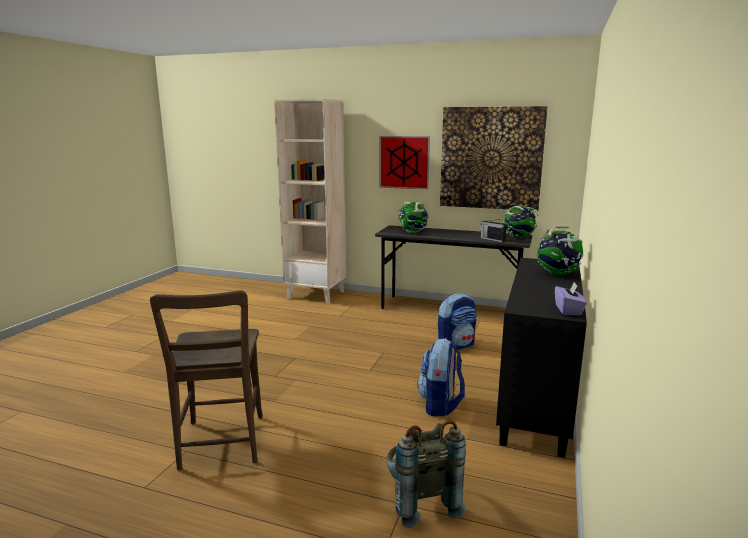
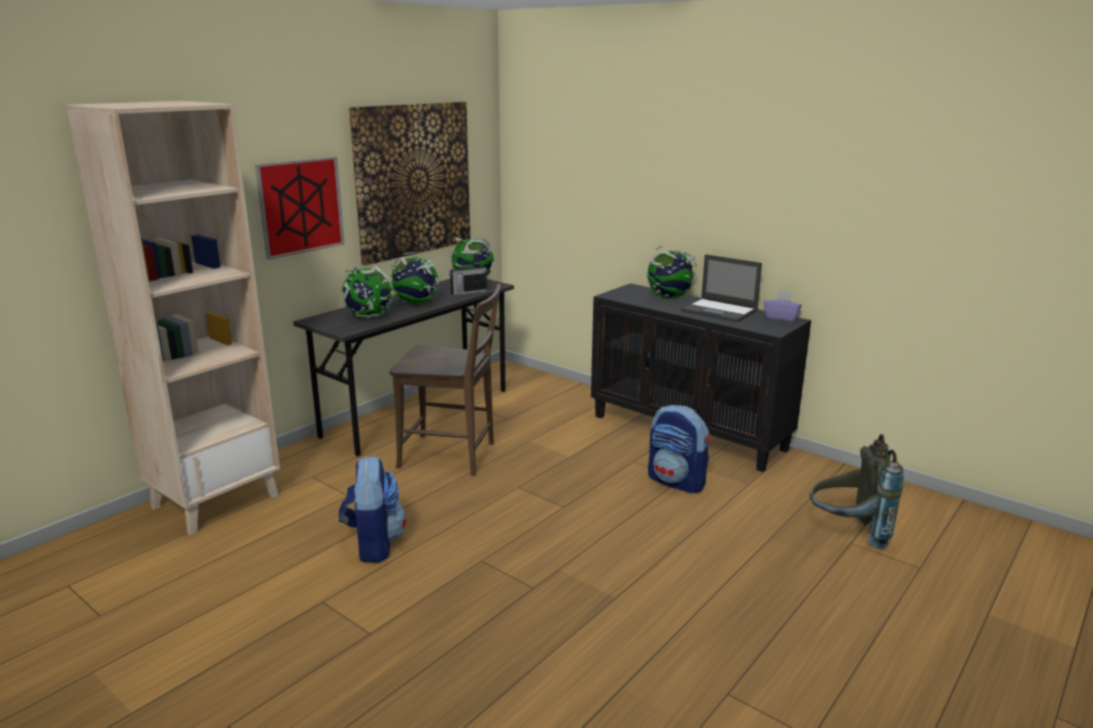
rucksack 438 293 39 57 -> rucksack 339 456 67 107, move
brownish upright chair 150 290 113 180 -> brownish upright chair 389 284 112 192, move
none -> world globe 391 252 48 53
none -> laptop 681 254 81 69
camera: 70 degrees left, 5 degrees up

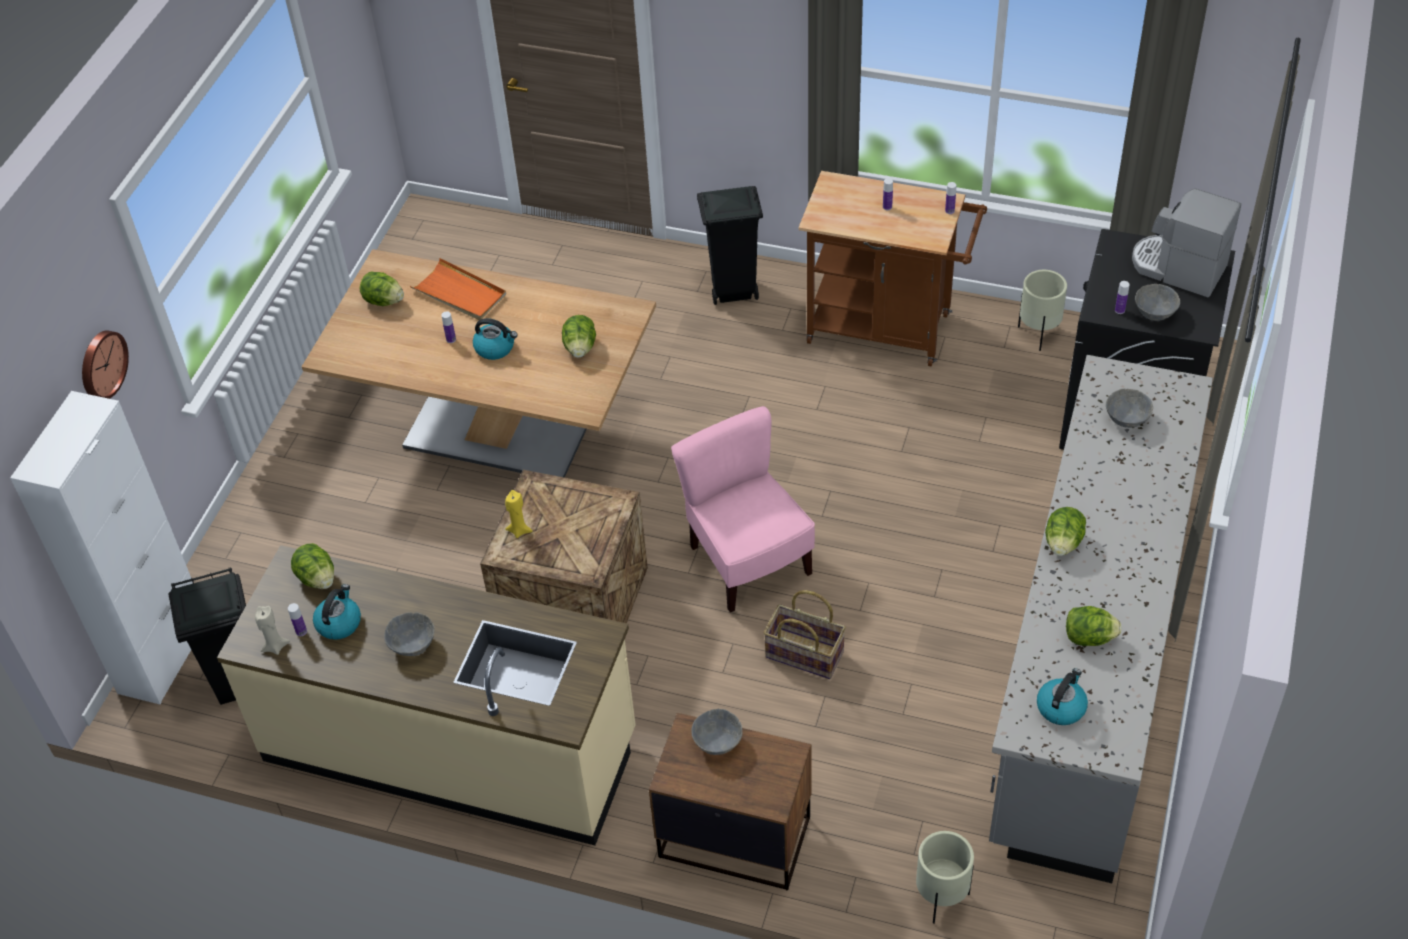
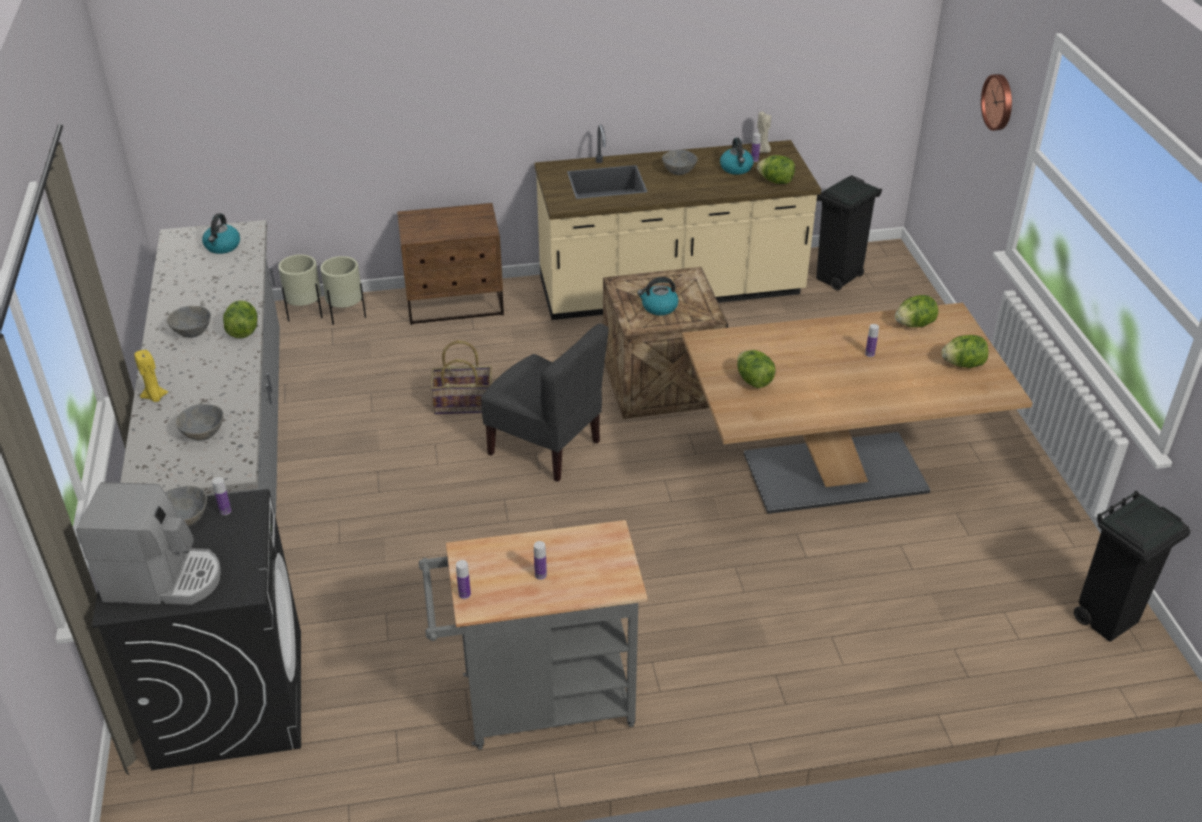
yellow wax candle 505 490 28 48 -> yellow wax candle 134 350 34 52, move
greyish deep dish 692 709 50 46 -> greyish deep dish 167 306 44 32, move
sand-coloured flower pot 1018 270 49 81 -> sand-coloured flower pot 320 256 46 69, move
brownish cart 799 171 188 195 -> greyish cart 419 520 229 230
pinkish upright chair 671 406 144 206 -> greyish upright chair 481 324 128 158
water kettle 473 318 45 42 -> water kettle 637 277 42 38, move
head of lettuce 1066 606 56 40 -> head of lettuce 895 295 43 32, move
black-coloured trash can 697 186 66 119 -> black-coloured trash can 1074 490 117 152, move
whitish storage cabinet 10 391 183 314 -> none
orange tray 410 258 96 62 -> none
camera: 150 degrees right, 10 degrees down

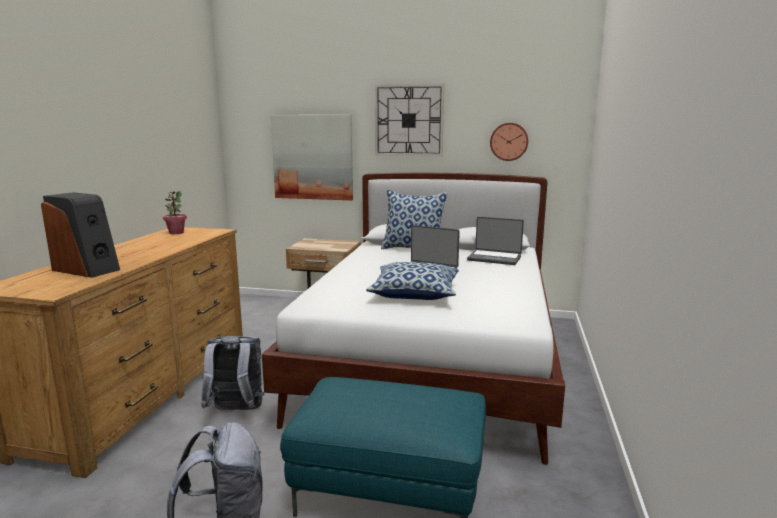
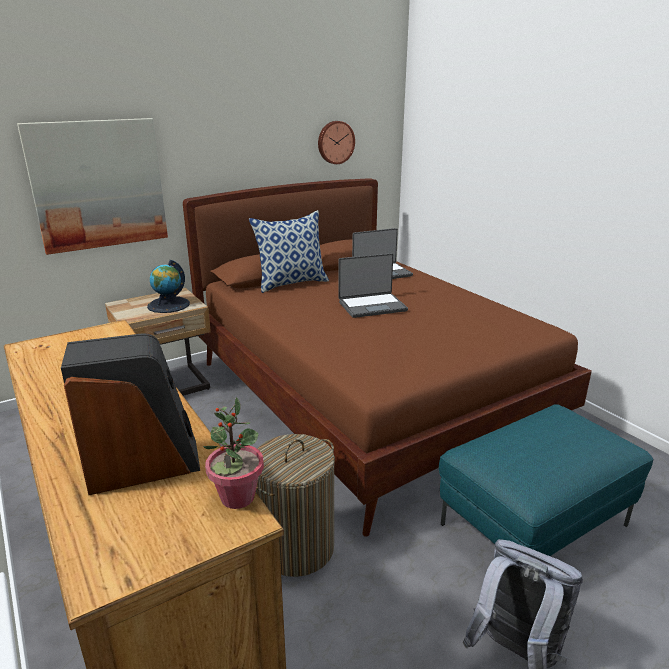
none -> world globe 147 260 43 53
whitish bed 262 173 303 292 -> brownish bed 183 178 409 359
potted plant 163 191 24 43 -> potted plant 203 397 61 112, move
greyish rucksack 201 336 63 74 -> laundry basket 256 434 79 143
cushion 366 262 93 38 -> none
wall clock 375 84 69 72 -> none
camera: 45 degrees left, 10 degrees up

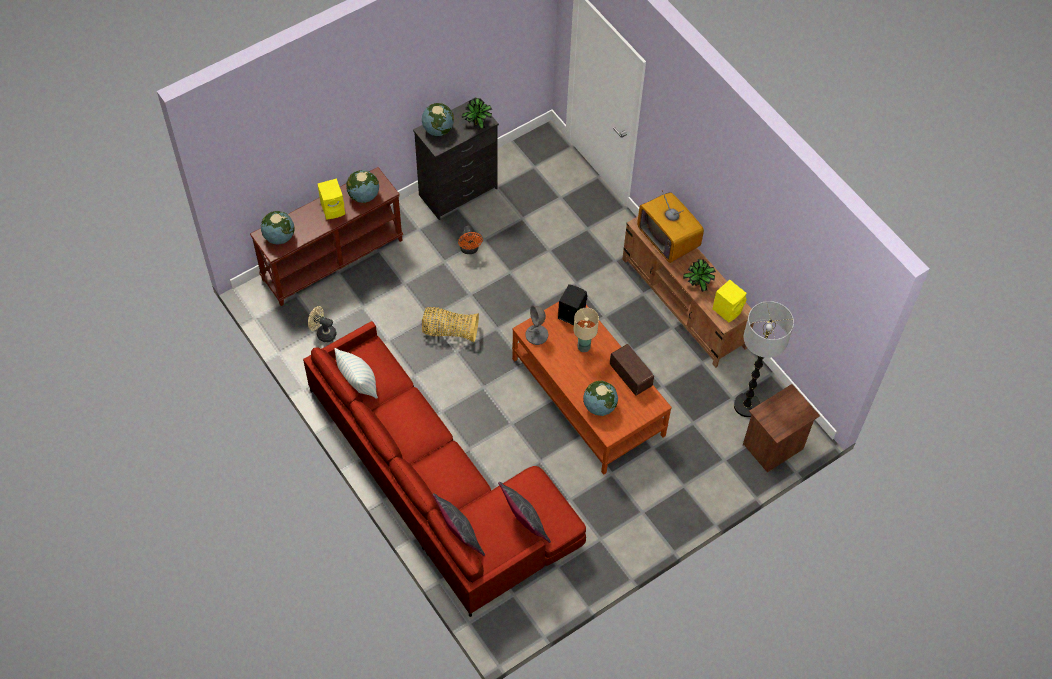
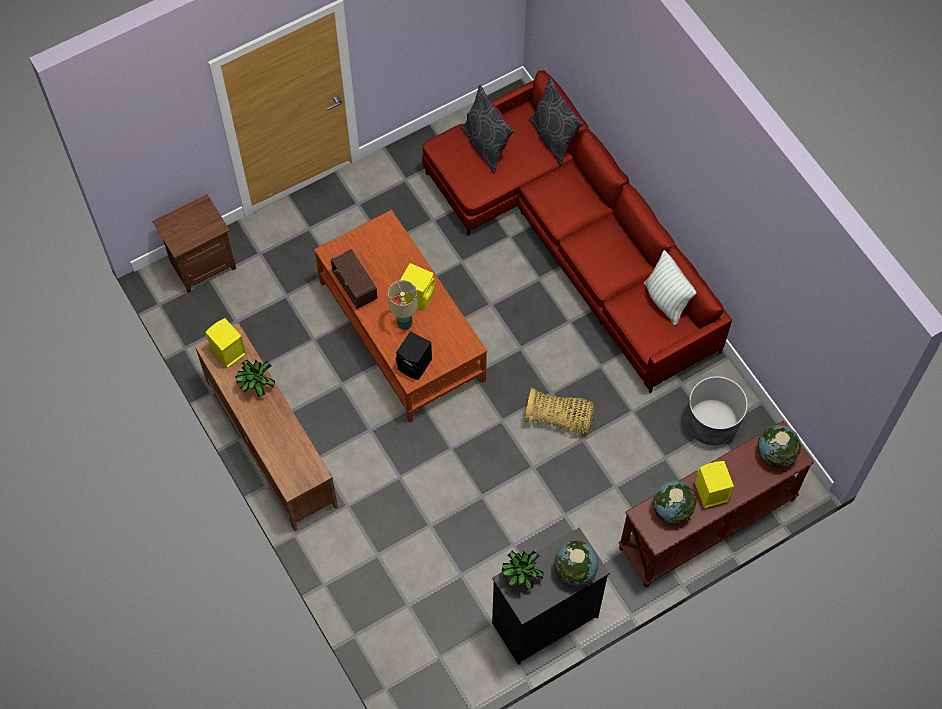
none -> yellow audio speaker 400 263 36 47
sand-coloured cooling fan 308 306 28 36 -> greyish flower pot 686 376 62 69
orange cooling fan 458 226 25 28 -> none
greyish table lamp 526 305 23 40 -> none
world globe 583 381 35 35 -> none
TV set 637 190 67 73 -> none
standard lamp 734 301 60 116 -> none
camera: 175 degrees left, 5 degrees up

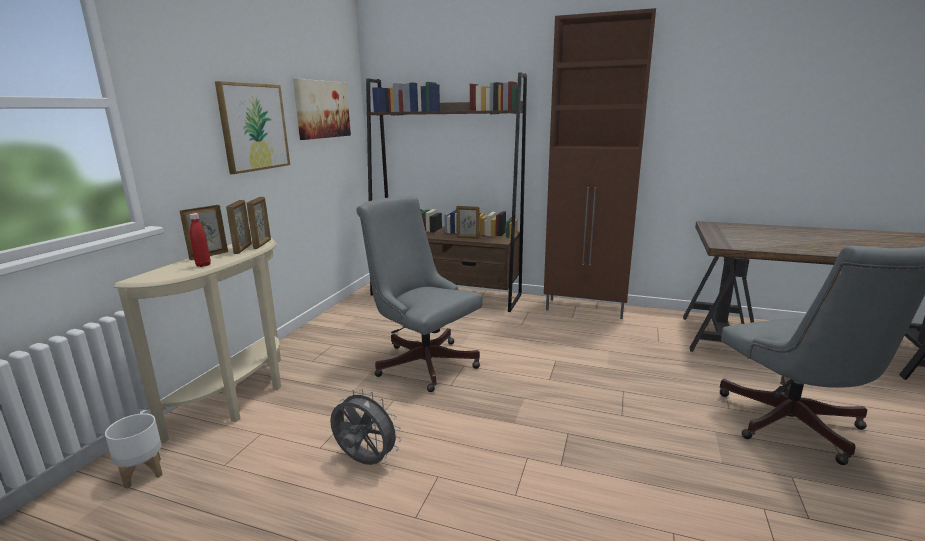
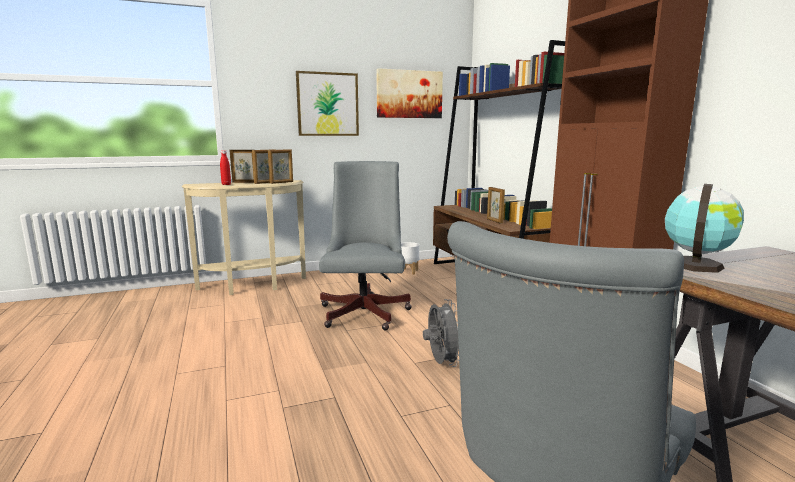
whitish flower pot 105 413 57 75 -> whitish flower pot 400 242 19 33, move
greyish cooling fan 330 389 72 76 -> greyish cooling fan 423 299 36 68, move
none -> world globe 665 184 79 89
camera: 50 degrees right, 5 degrees down

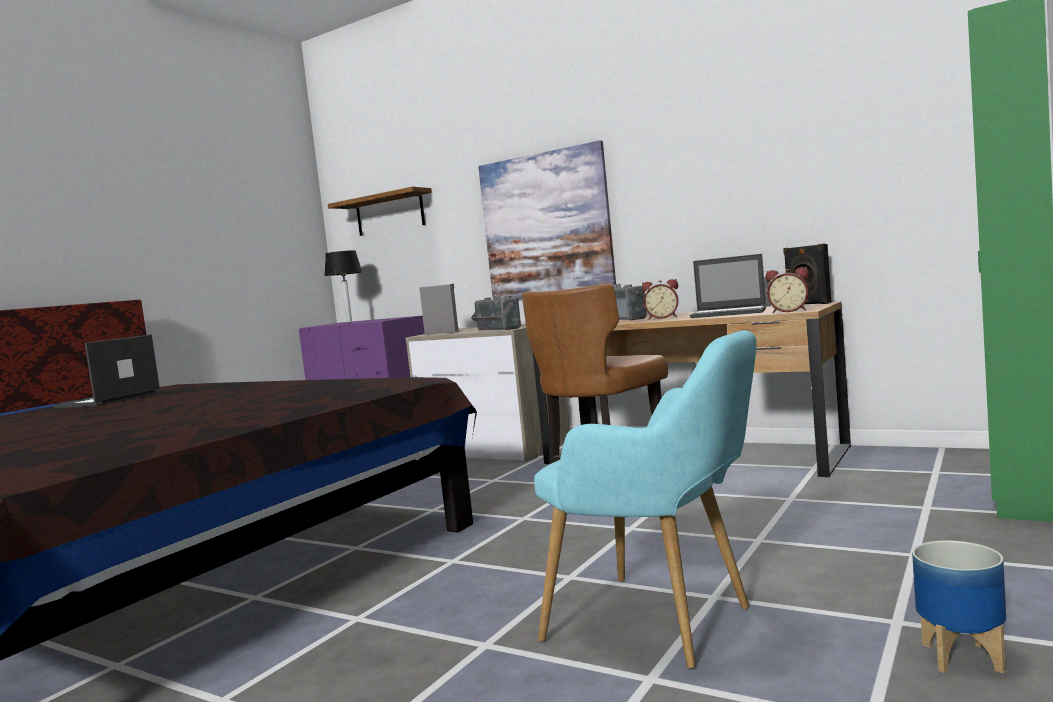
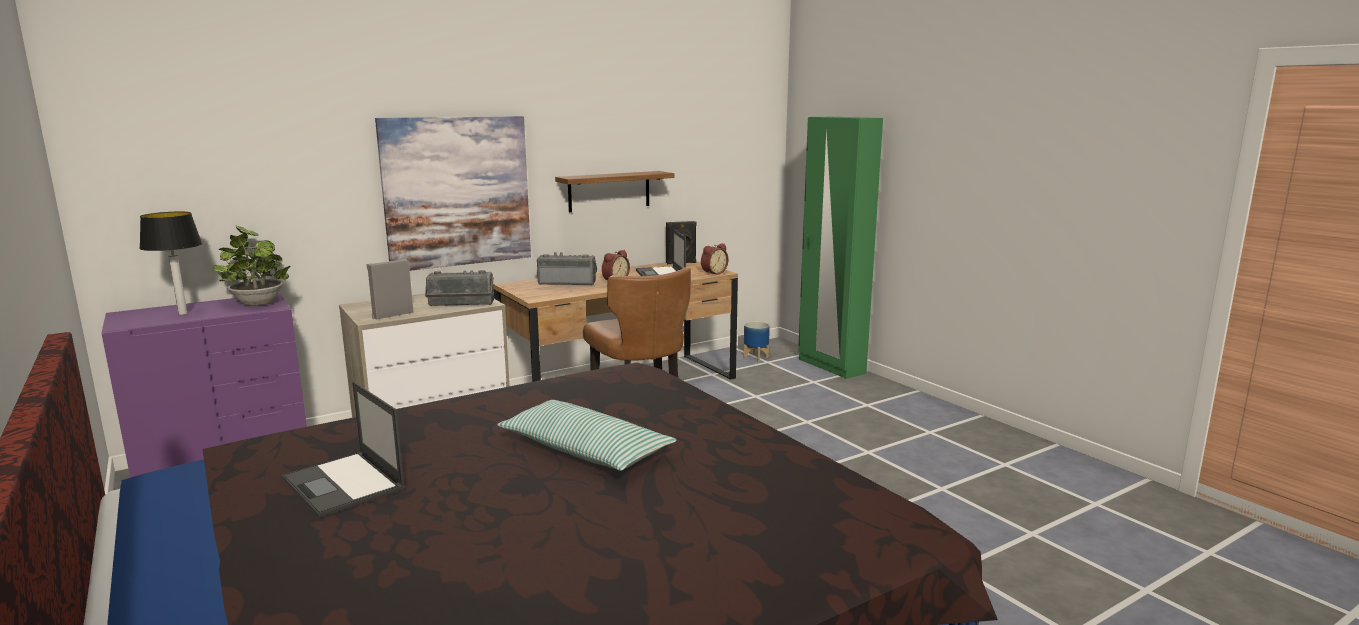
none -> potted plant 213 225 77 81
none -> cushion 497 400 180 71
wall shelf 328 187 104 49 -> wall shelf 555 171 119 41, move
laptop 690 254 76 64 -> laptop 636 229 50 47, 120 degrees clockwise
flower pot 912 540 94 133 -> flower pot 744 321 26 41, move
turquoise armchair 534 330 223 339 -> none
camera: 65 degrees left, 10 degrees up

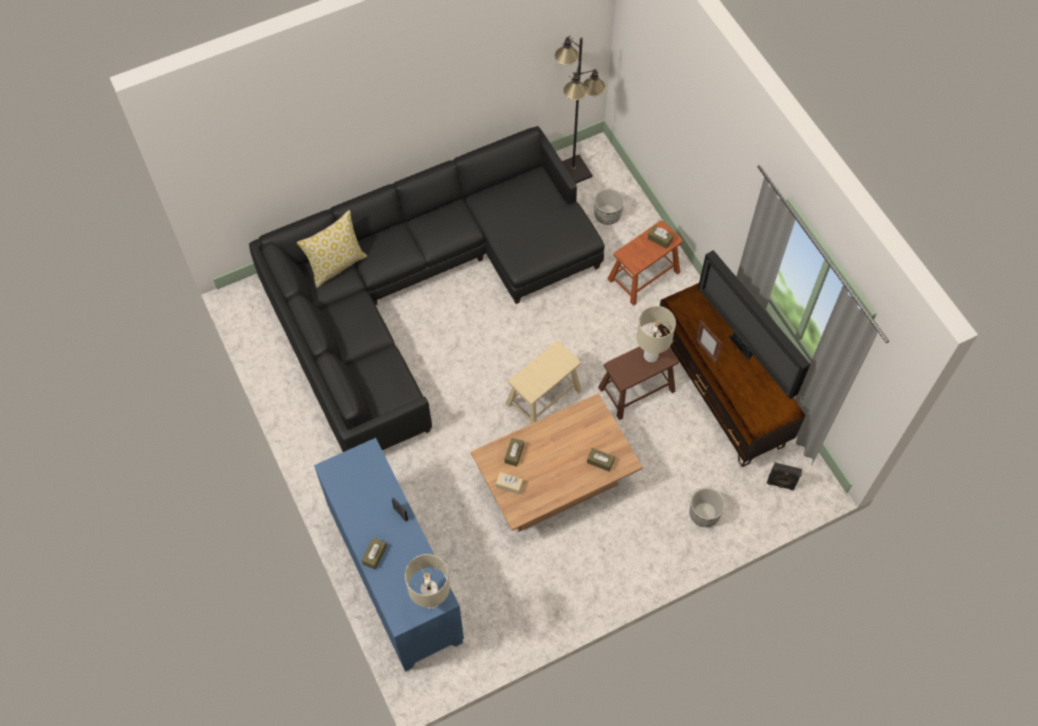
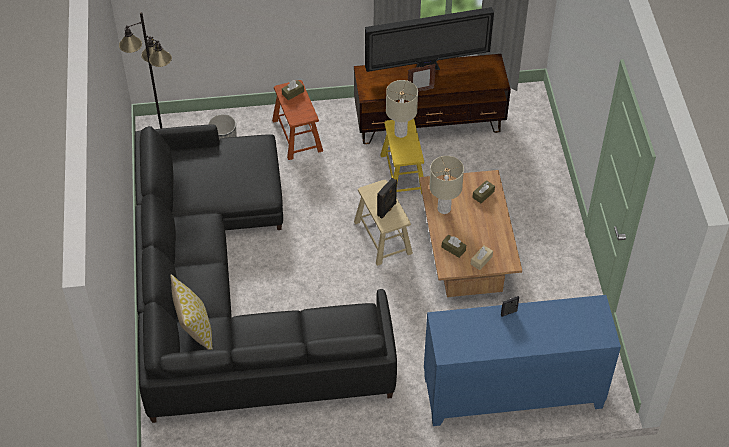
black-coloured audio speaker 767 462 35 28 -> black-coloured audio speaker 377 178 20 40, move
brownish sitting stool 598 336 81 84 -> yellow sitting stool 380 118 44 76
sand-coloured table lamp 405 554 45 55 -> sand-coloured table lamp 429 156 35 58, move
brownish tissue box 362 537 25 33 -> none
flower pot 689 488 36 39 -> none
camera: 70 degrees left, 10 degrees down

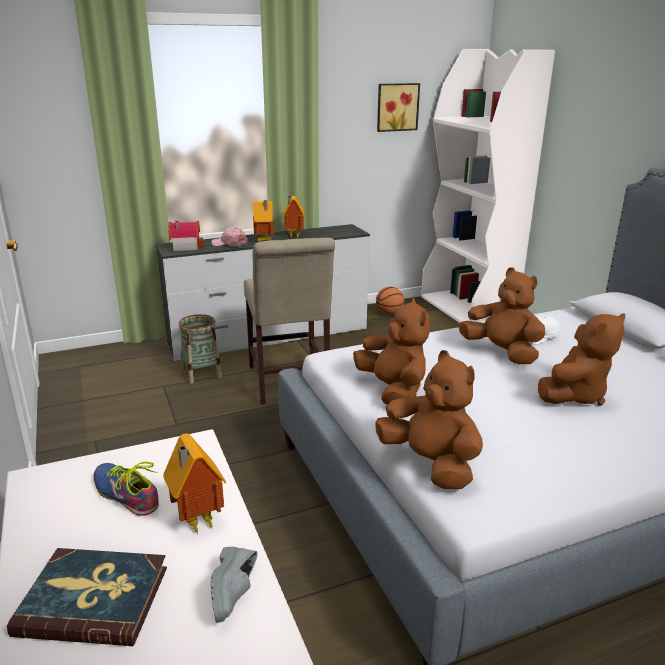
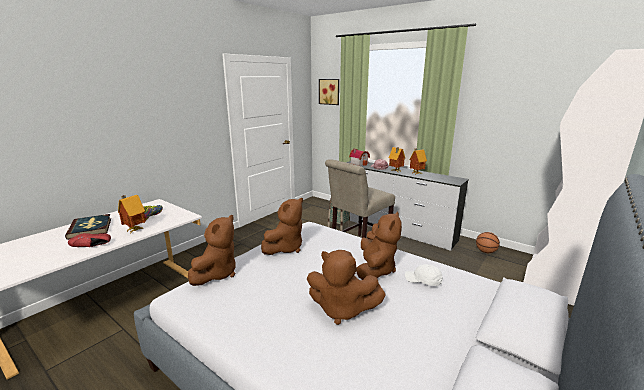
greyish shoe 211 547 47 76 -> red-coloured shoe 68 233 43 14
wall picture 377 83 43 49 -> wall picture 319 79 20 26, move
camera: 60 degrees right, 5 degrees down

